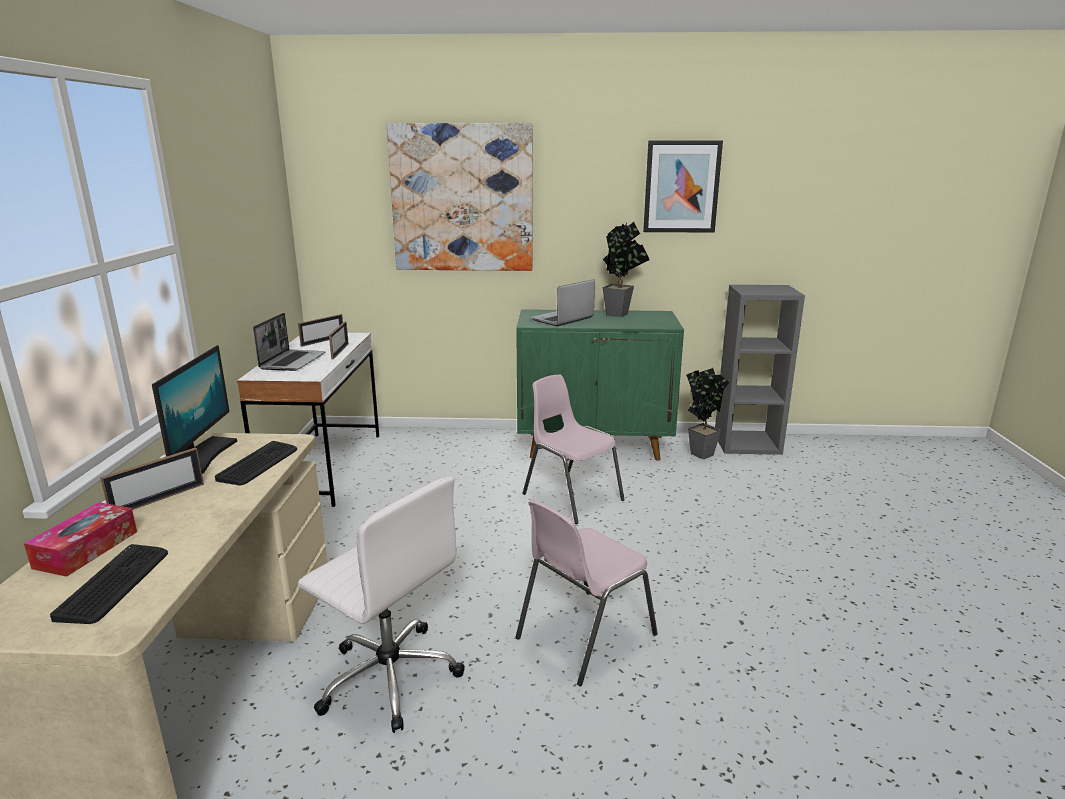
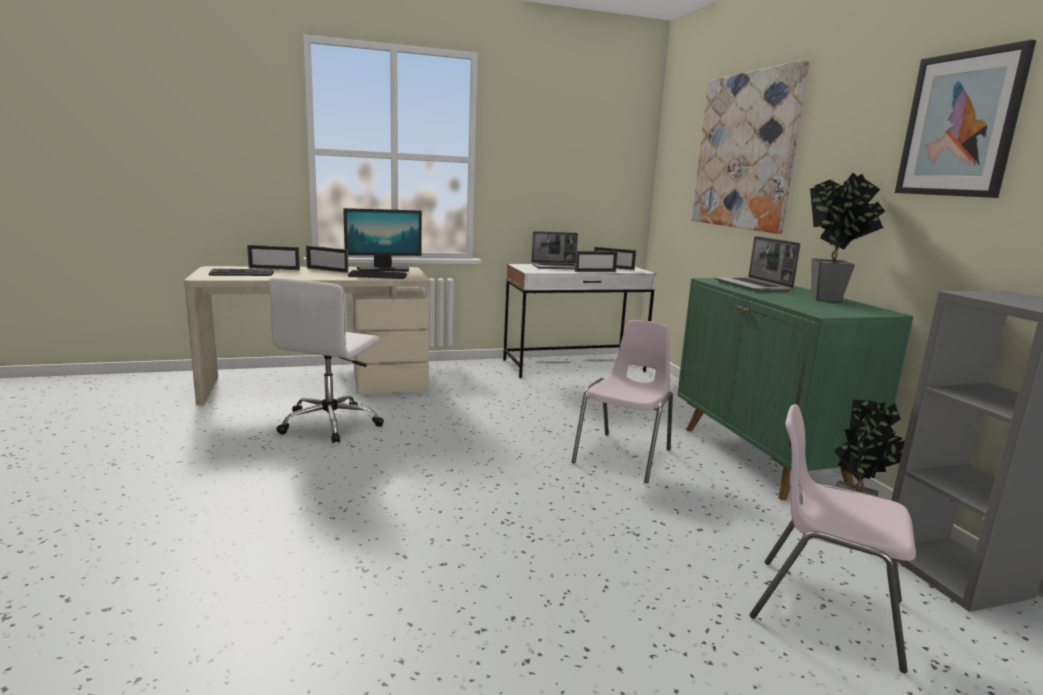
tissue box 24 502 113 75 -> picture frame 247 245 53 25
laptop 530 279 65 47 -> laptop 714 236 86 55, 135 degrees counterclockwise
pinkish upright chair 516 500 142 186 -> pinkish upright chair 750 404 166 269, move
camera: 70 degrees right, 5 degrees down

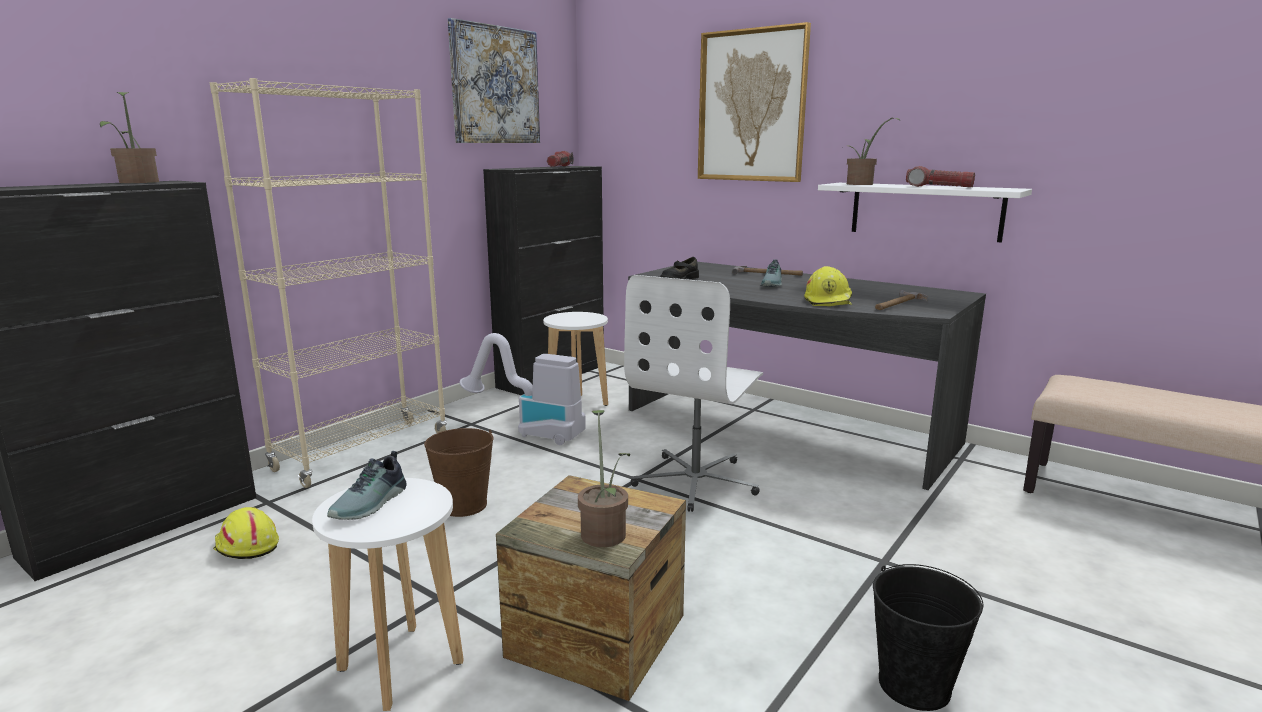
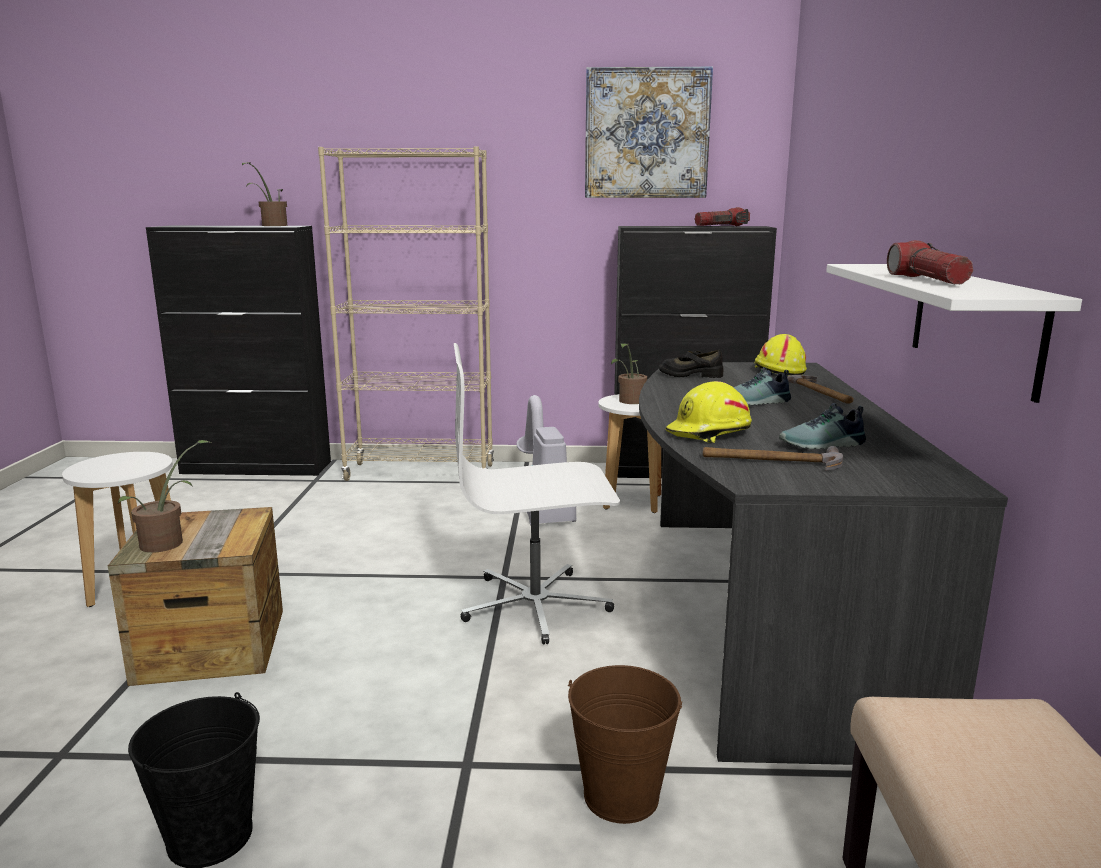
brownish bucket 424 428 69 89 -> brownish bucket 568 665 114 159, move
potted plant 847 118 53 67 -> potted plant 611 343 36 61, move
yellow safety helmet 213 507 66 52 -> yellow safety helmet 754 334 53 41, move
shoe 327 451 80 69 -> shoe 779 403 87 46, move
wall picture 698 22 113 160 -> none
camera: 55 degrees right, 0 degrees up

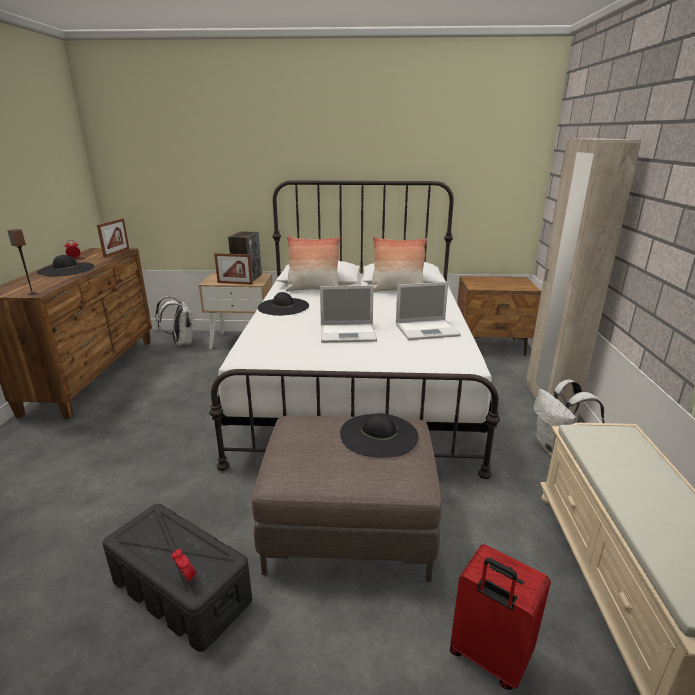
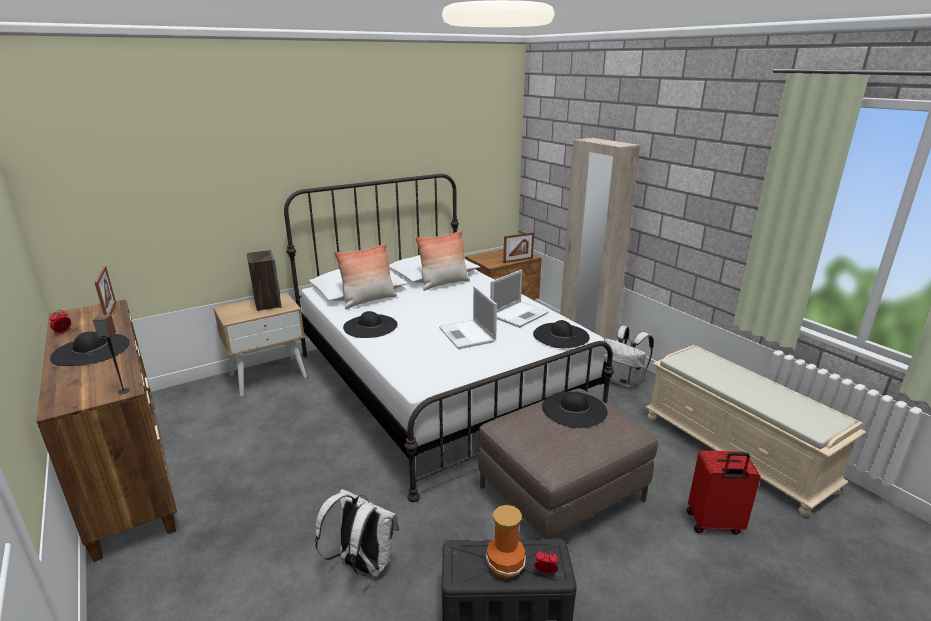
whitish rucksack 155 296 38 50 -> whitish rucksack 315 489 84 88, move
laptop 320 285 57 58 -> laptop 439 286 58 63, 105 degrees clockwise
none -> vase 486 505 40 74
picture frame 214 253 39 32 -> picture frame 503 232 31 31, move
none -> black-coloured wearable hat 533 320 57 28
camera: 35 degrees left, 0 degrees up

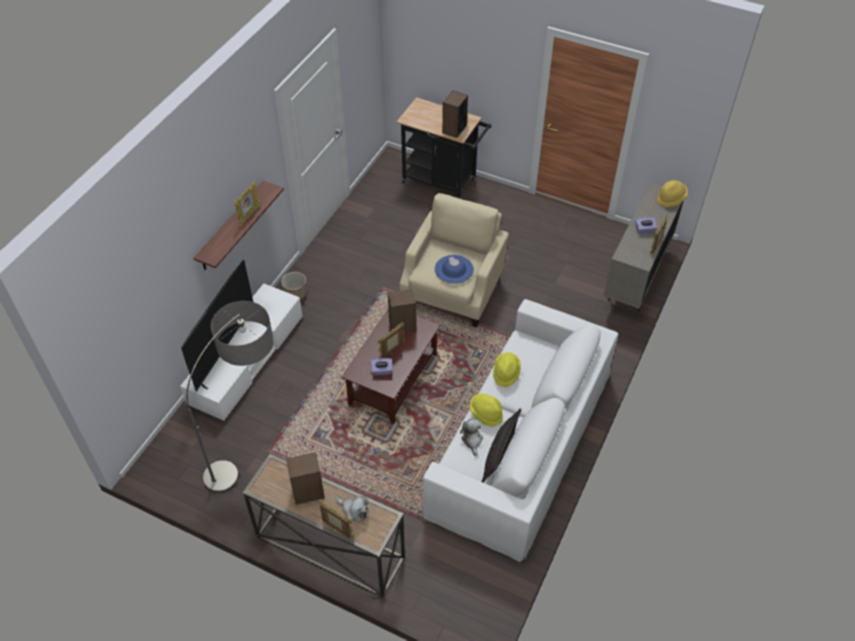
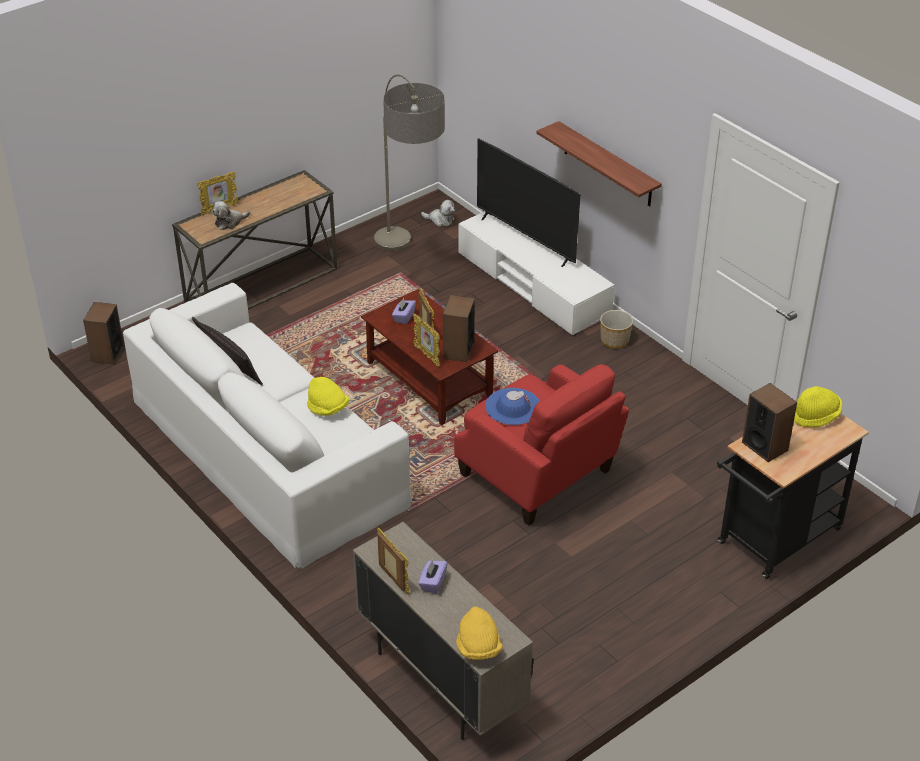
audio speaker 286 452 39 53 -> audio speaker 83 302 41 63, move
picture frame 234 182 26 44 -> picture frame 413 313 27 54, move
soft toy 460 419 23 37 -> soft toy 421 200 34 27, move
sand-coloured armchair 399 193 110 134 -> red-coloured armchair 454 364 175 162
yellow wearable hat 470 393 33 34 -> yellow wearable hat 794 386 48 42, move
camera: 115 degrees right, 10 degrees down

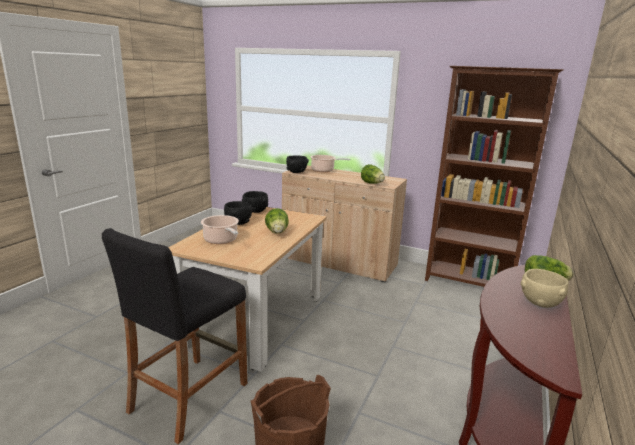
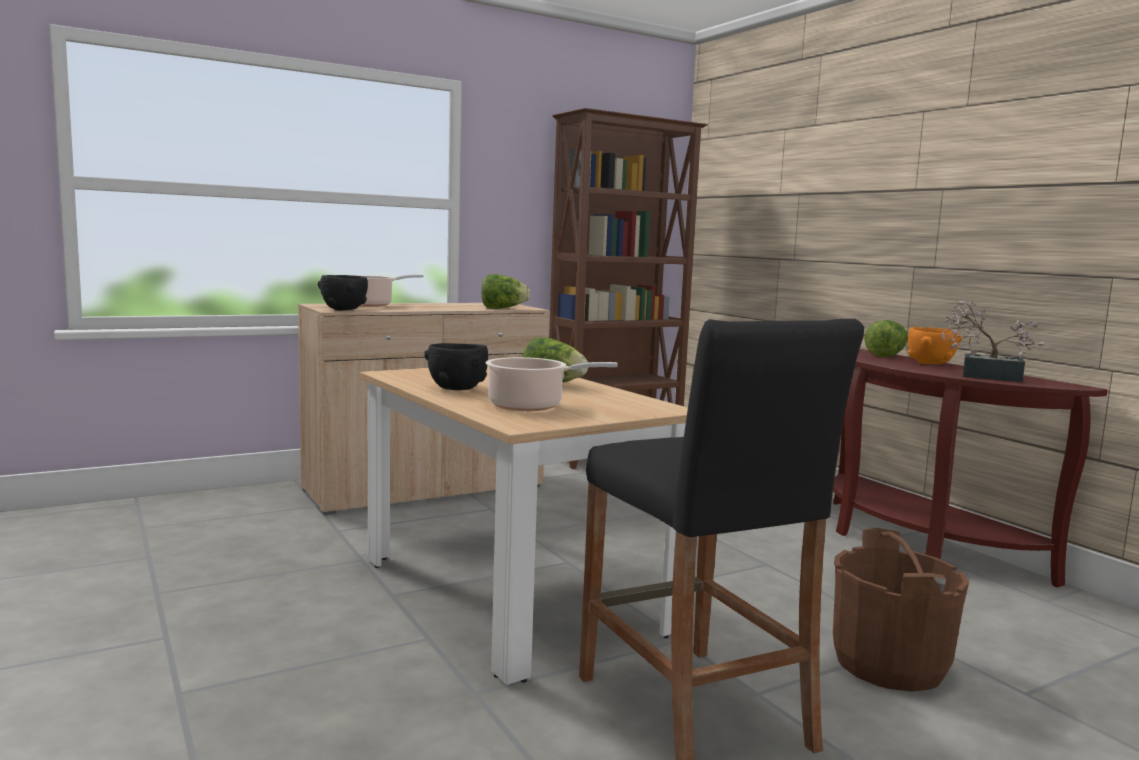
sand-coloured deep dish 521 269 47 39 -> orange deep dish 908 327 54 37
none -> potted plant 941 299 104 83
black-coloured deep dish 242 191 26 22 -> none
camera: 55 degrees left, 10 degrees down

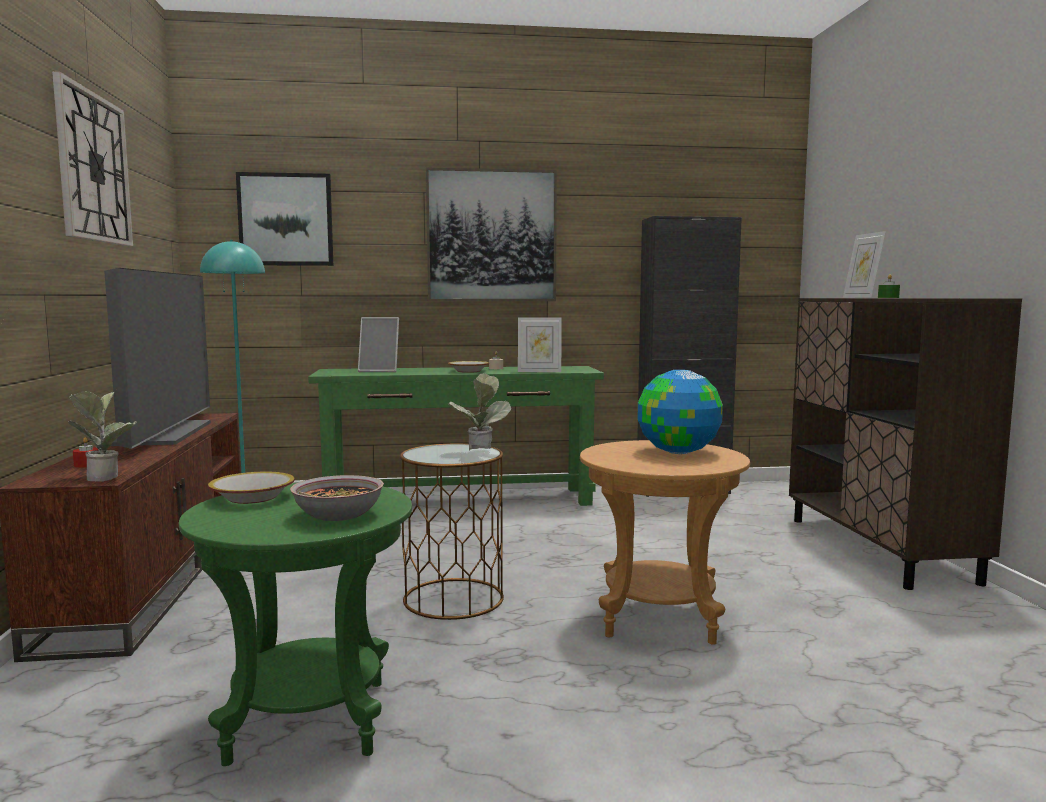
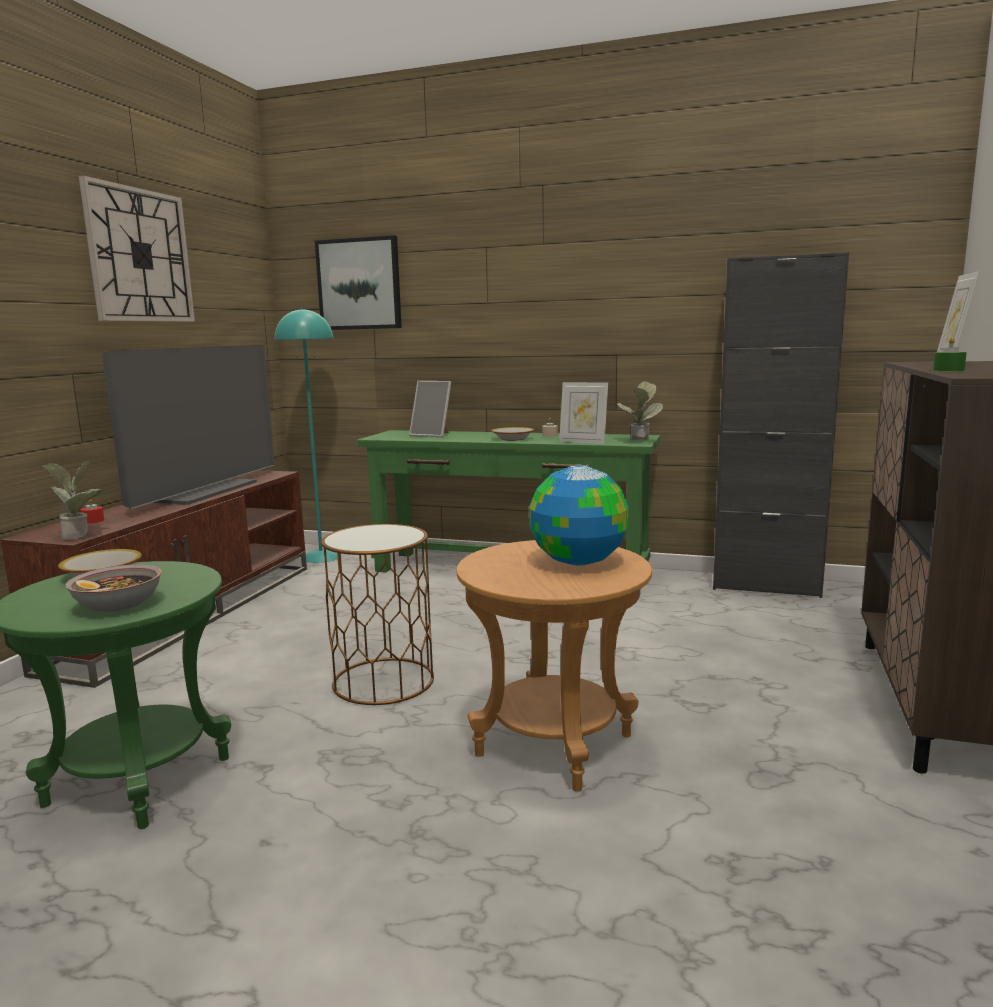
potted plant 448 373 63 77 -> potted plant 616 381 47 59, move
wall picture 426 168 131 133 -> none
camera: 25 degrees right, 5 degrees up

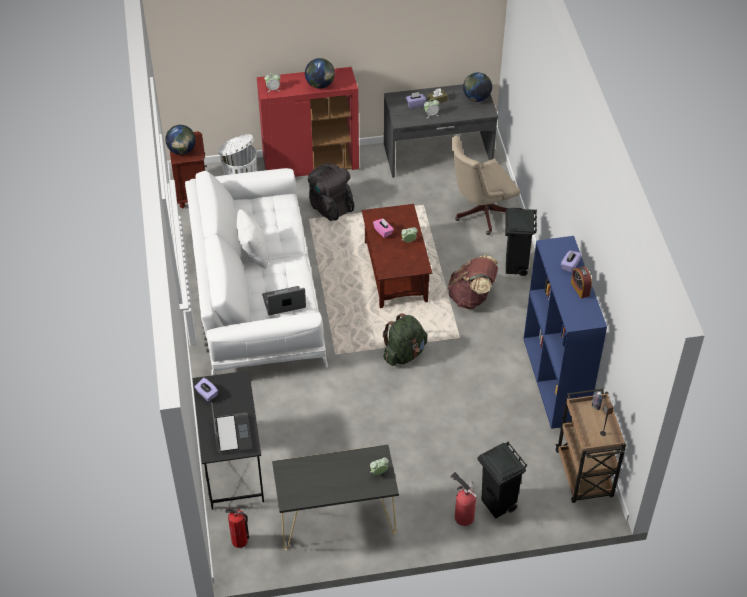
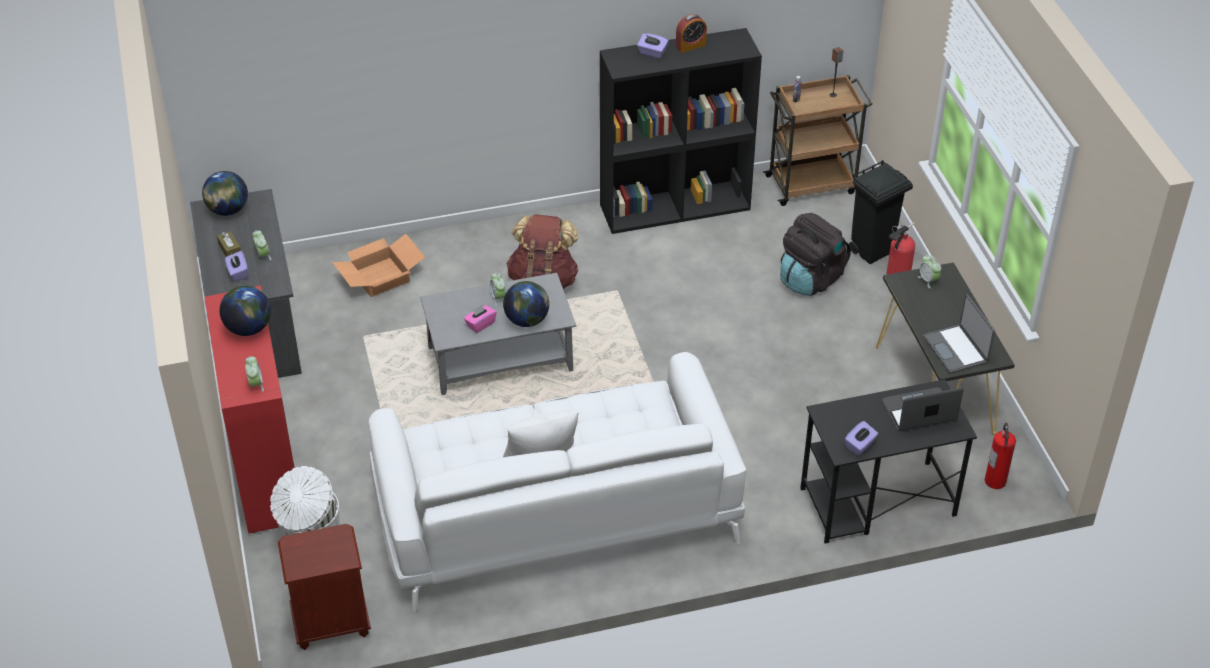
sand-coloured office chair 451 136 69 99 -> packing box 332 234 93 63
brownish low table 362 204 70 104 -> greyish low table 420 273 156 122
world globe 165 125 31 30 -> world globe 503 281 46 46, move
bluish bookshelf 523 236 84 193 -> black-coloured bookshelf 600 28 162 206
black-coloured rucksack 308 164 46 57 -> black-coloured rucksack 780 213 71 83, move
laptop 262 286 44 29 -> laptop 923 294 72 80, move
green-coloured rucksack 383 313 44 53 -> none
black-coloured trash can 505 208 32 68 -> none
camera: 95 degrees left, 5 degrees down

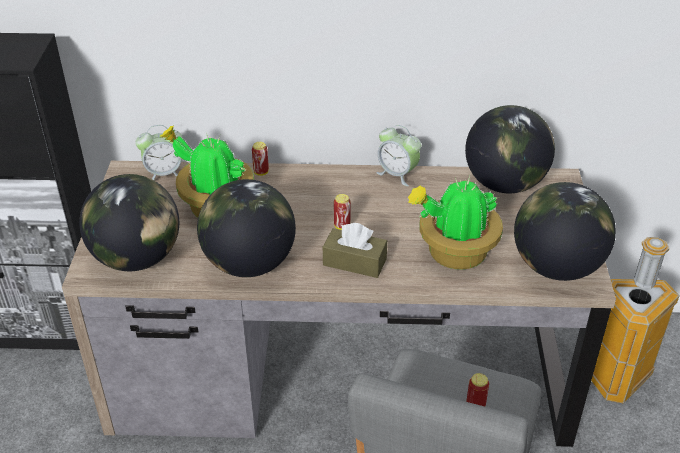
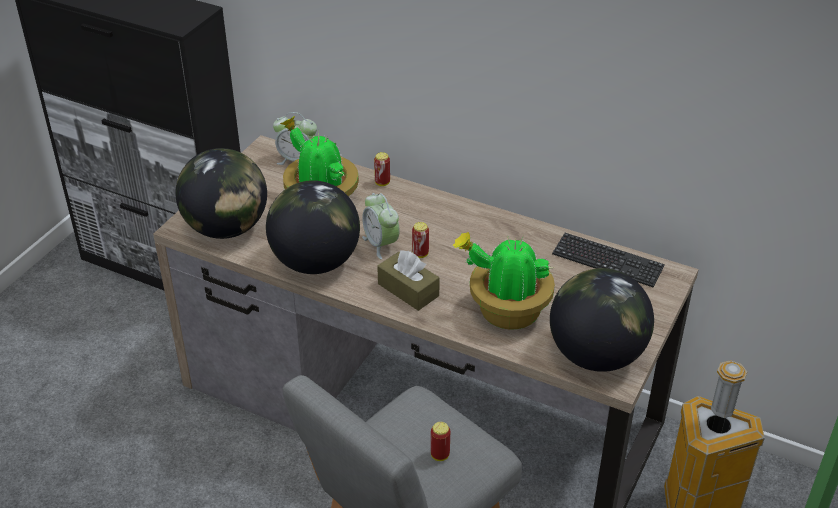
alarm clock 376 125 46 61 -> alarm clock 362 193 38 66, move
world globe 465 105 90 88 -> keyboard 552 233 113 54
camera: 25 degrees right, 0 degrees up

